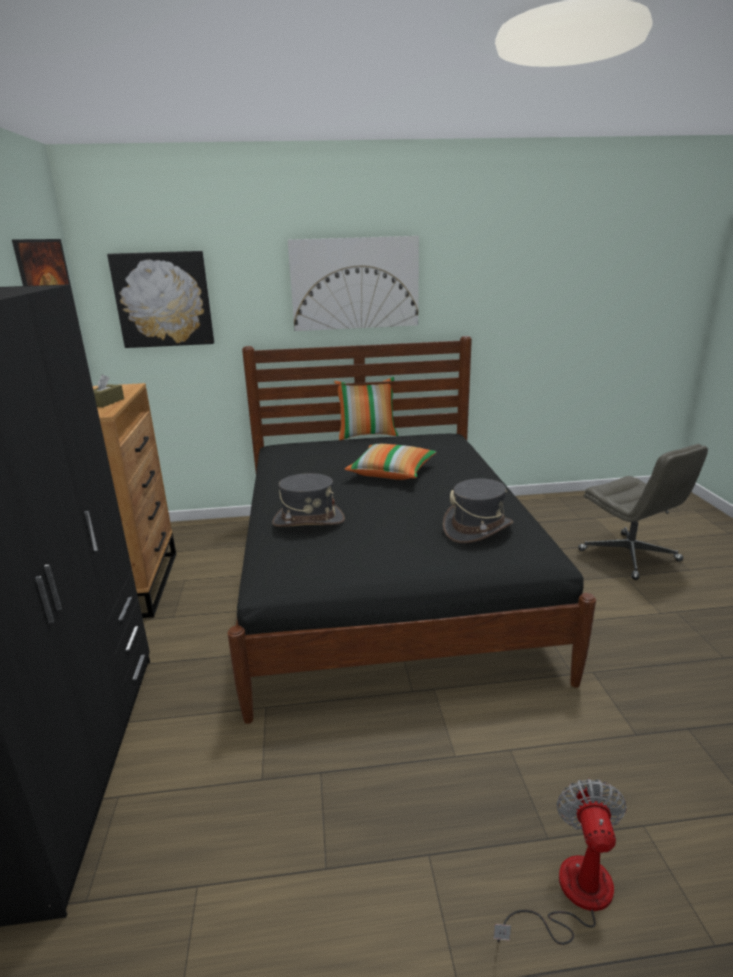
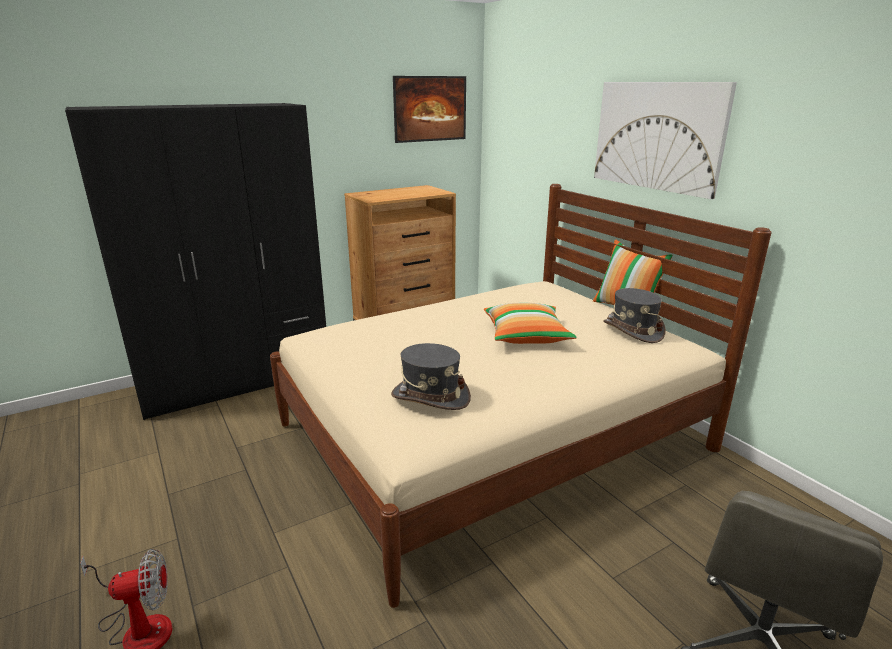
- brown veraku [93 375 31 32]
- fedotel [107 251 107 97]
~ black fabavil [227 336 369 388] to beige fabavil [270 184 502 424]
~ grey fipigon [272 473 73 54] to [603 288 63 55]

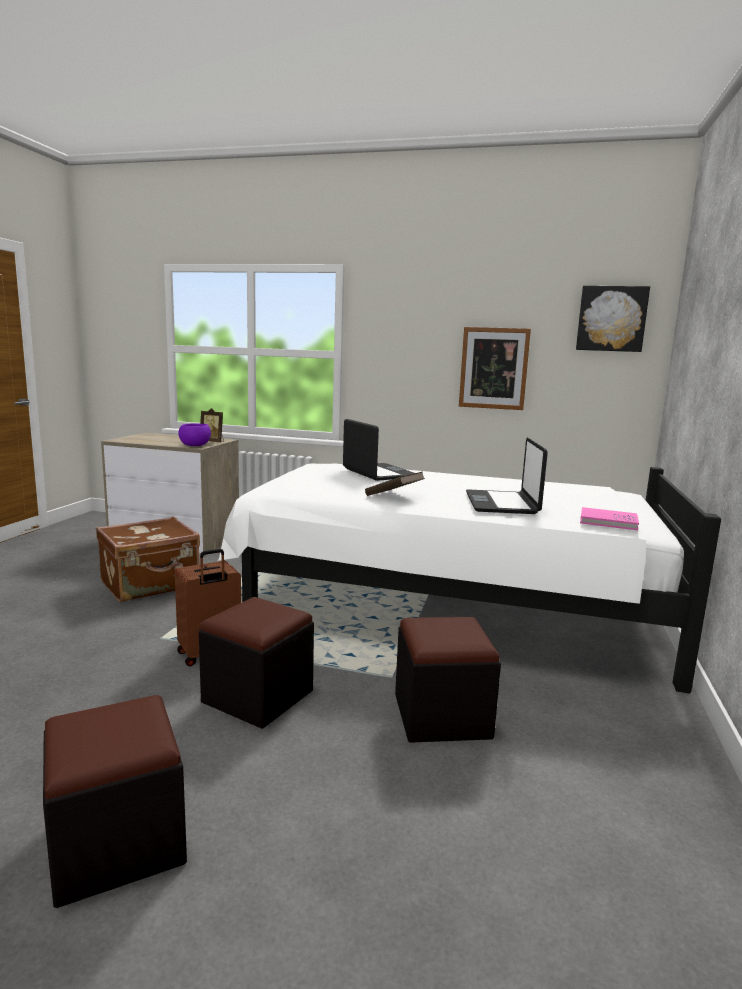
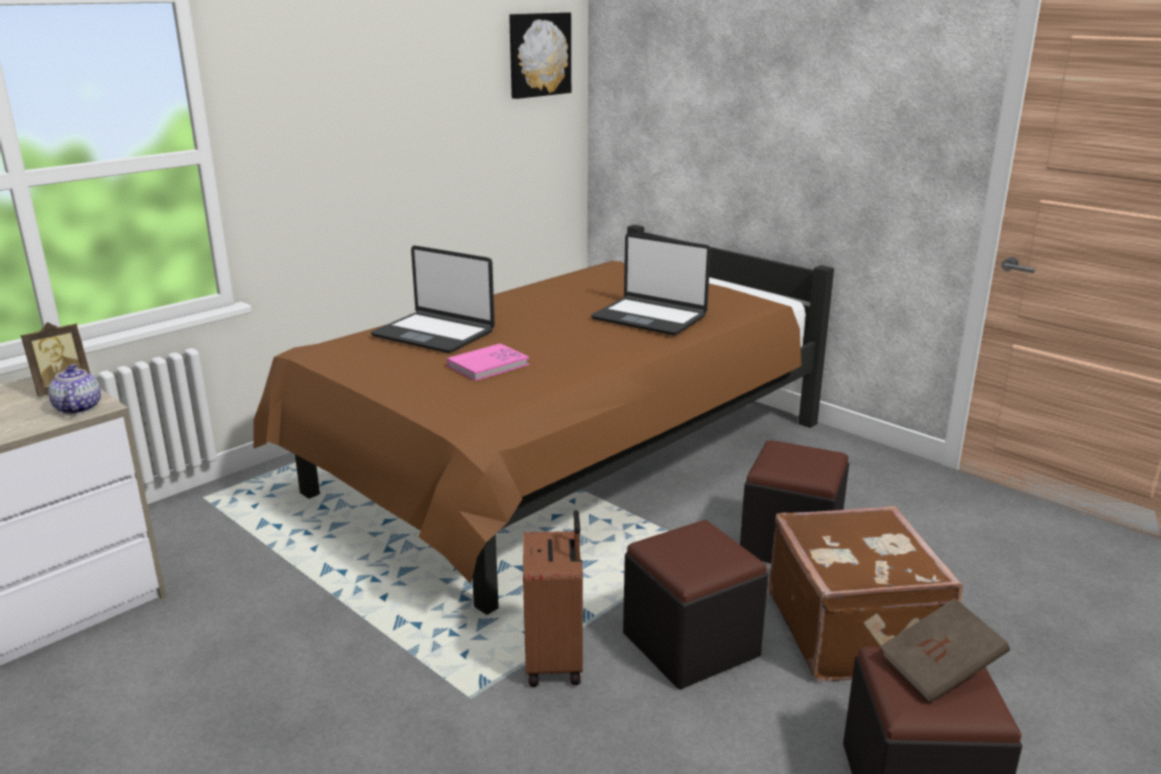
~ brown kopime [96 517 104 85] to [768 506 195 175]
~ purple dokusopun [178 424 33 22] to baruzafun [48 364 53 50]
~ white fabavil [217 463 504 230] to brown fabavil [253 225 581 390]
~ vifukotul [343 419 71 62] = [371 245 124 108] 150 degrees counterclockwise
~ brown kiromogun [365 472 60 24] to [880 598 130 105]
- fedotel [459 327 72 83]
~ pink kiromogun [580 507 59 23] to [447 343 82 38]

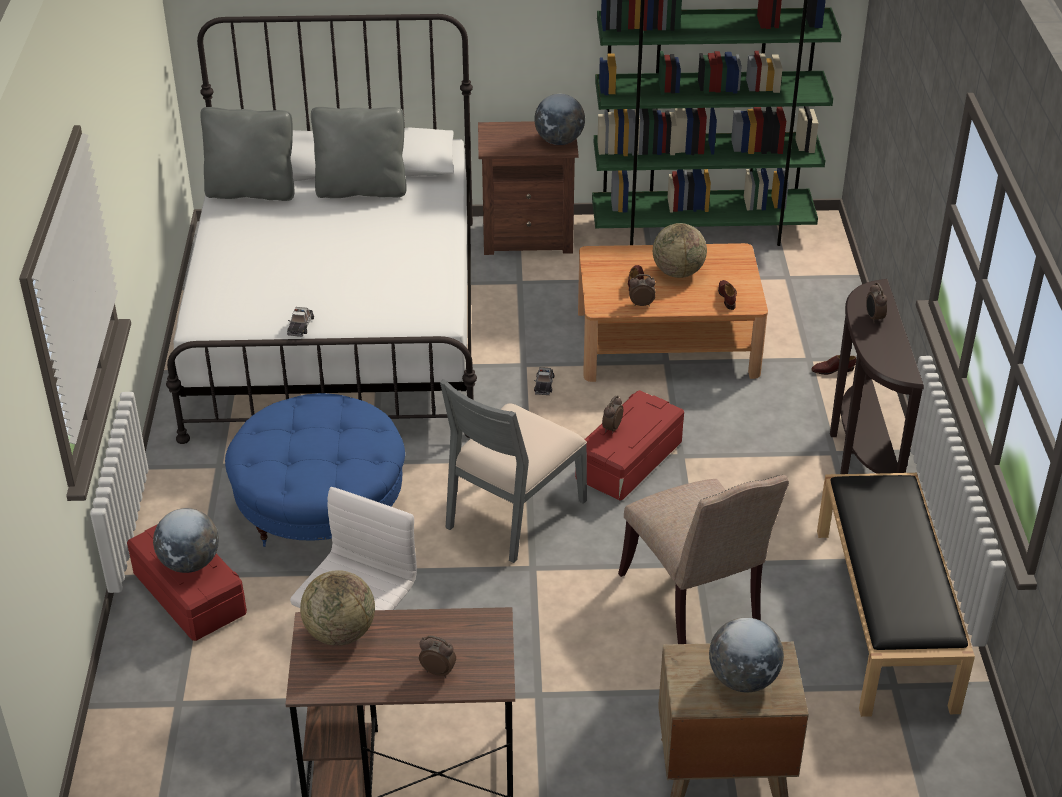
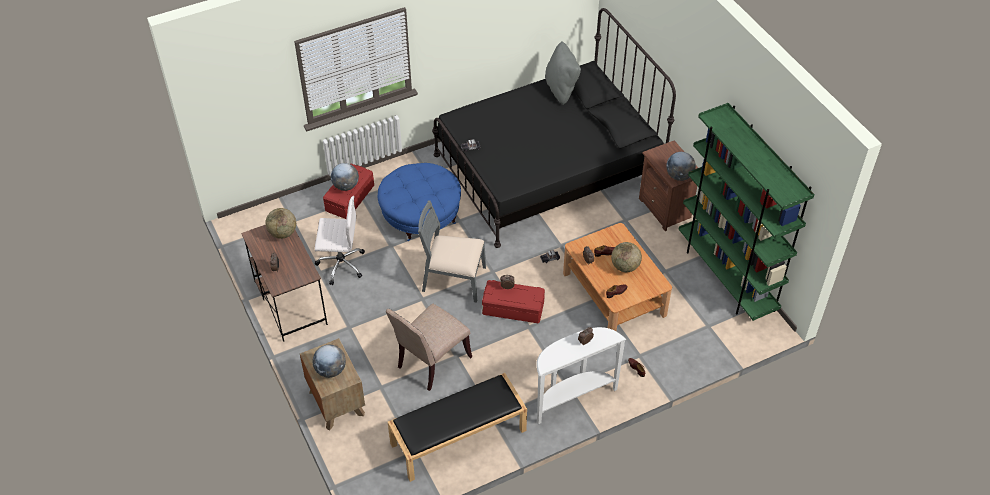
~ white fabavil [166 14 311 430] to black fabavil [432 8 244 240]
- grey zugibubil [311 107 96 91]
~ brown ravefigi [830 279 94 195] to white ravefigi [536 327 91 97]

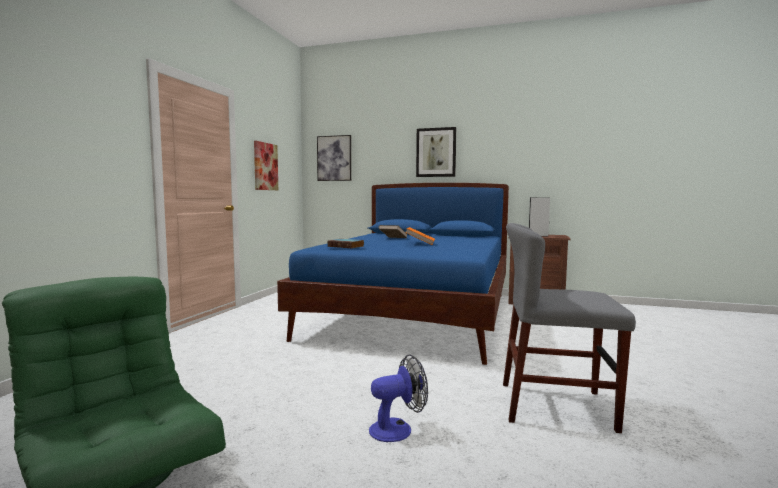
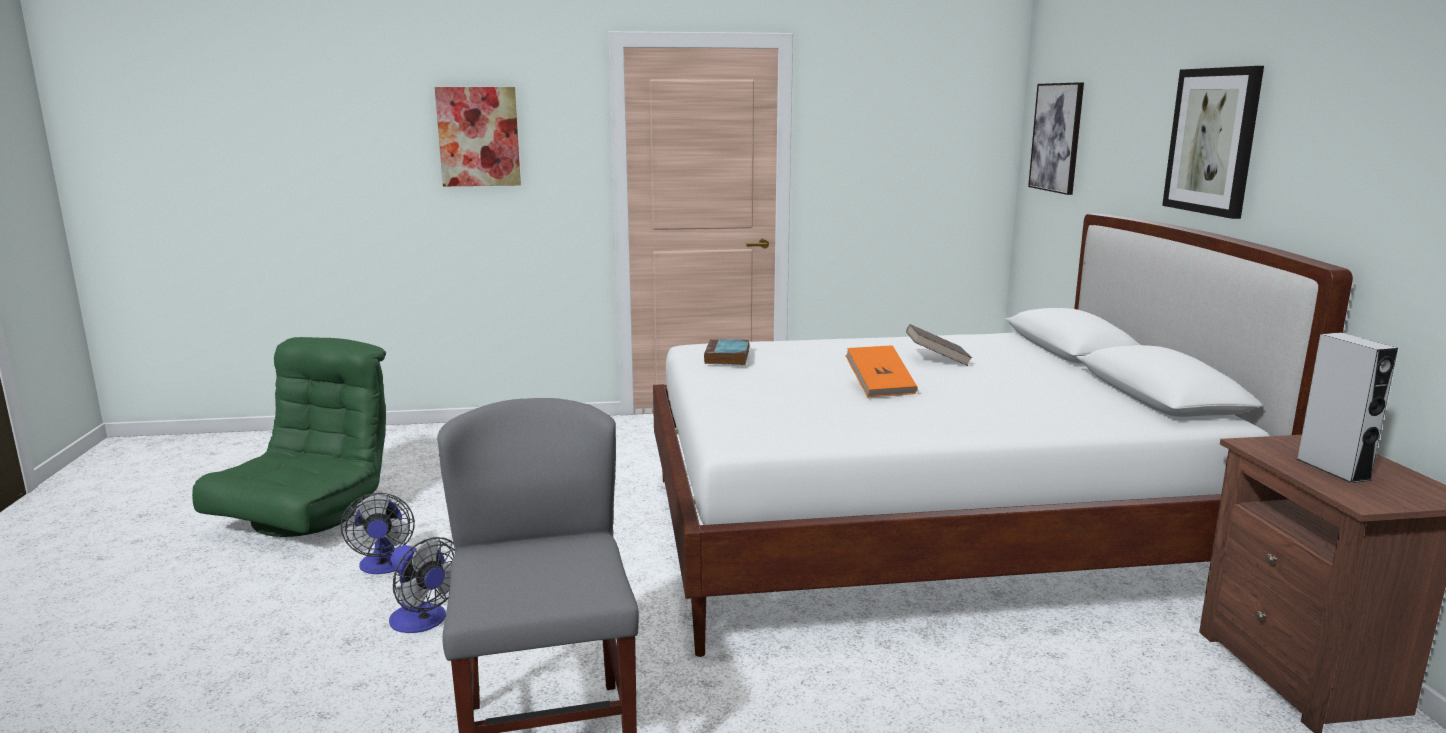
~ fedotel [254 141 24 49] to [435 87 86 99]
~ blue fabavil [277 183 232 182] to white fabavil [653 214 700 443]
+ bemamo [341 493 74 81]

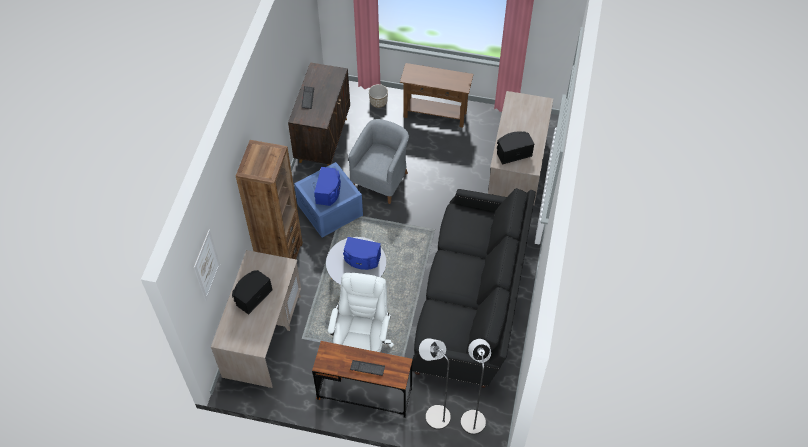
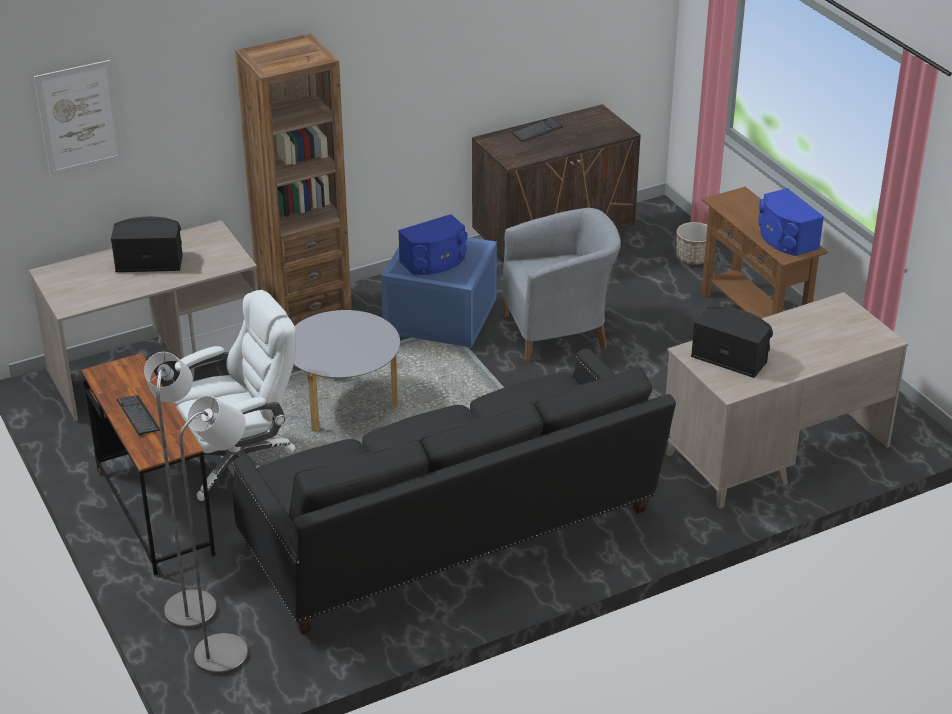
~ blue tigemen [343 237 38 33] to [758 188 66 68]

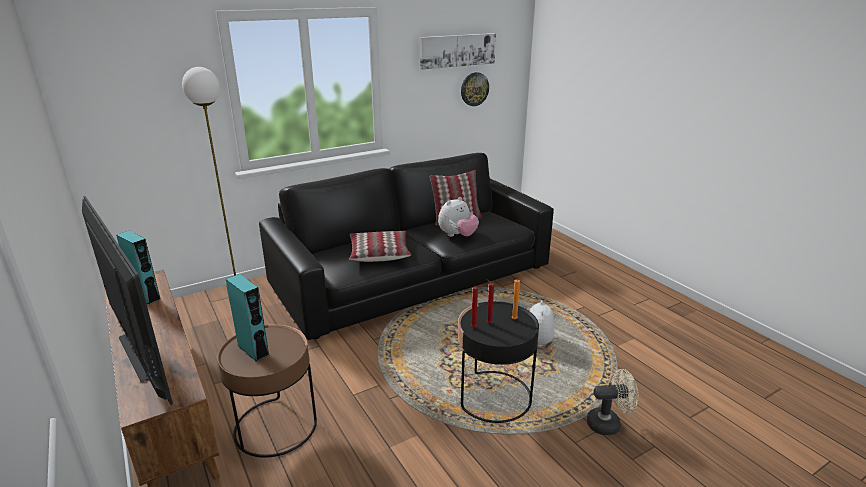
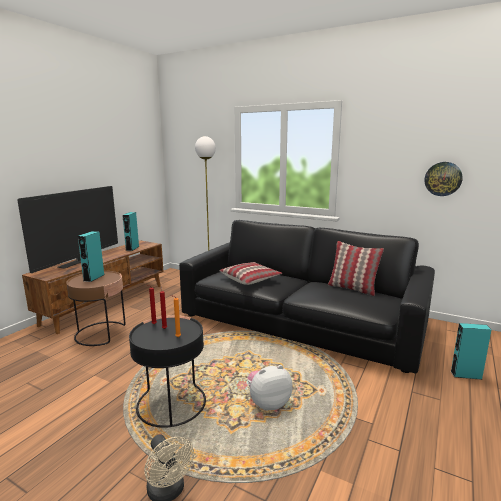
- fedotel [420 33 76 37]
- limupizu [438 197 41 40]
+ turquoise tigemen [450 323 41 57]

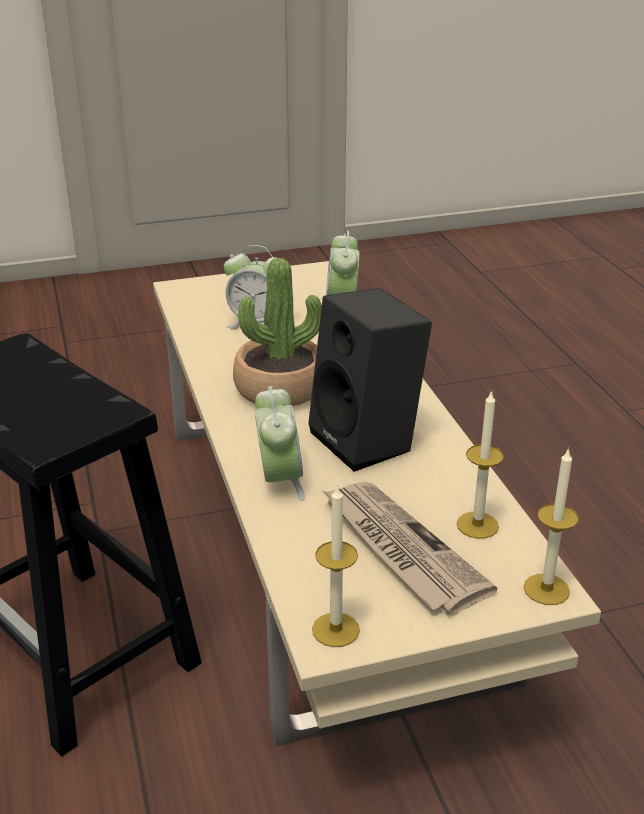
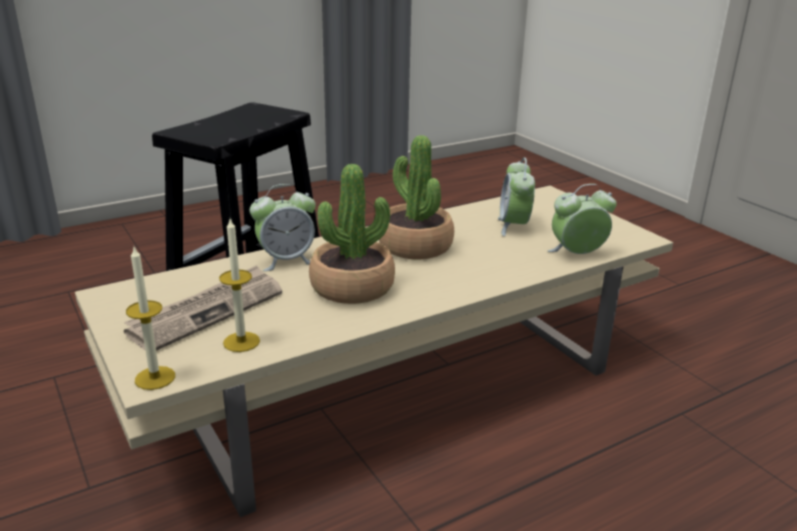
~ black tigemen [308 288 124 184] to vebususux [309 164 86 140]
- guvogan [312 484 48 163]

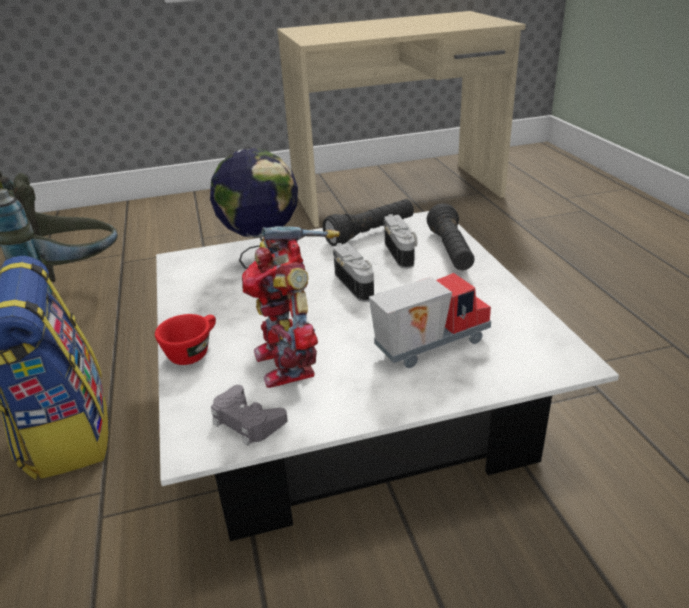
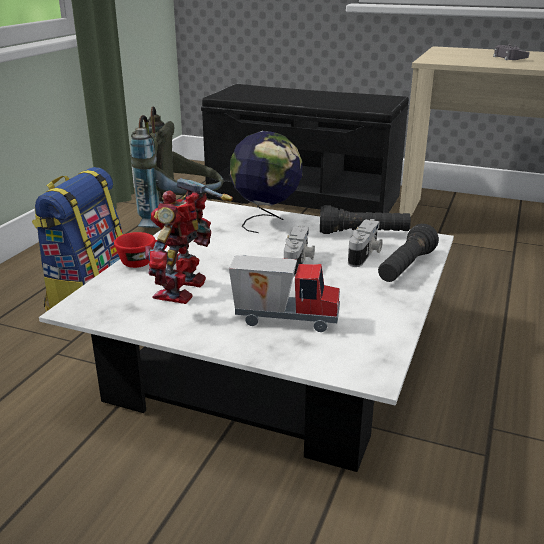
~ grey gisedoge [211 385 77 61] to [493 44 37 16]
+ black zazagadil [201 84 208 129]

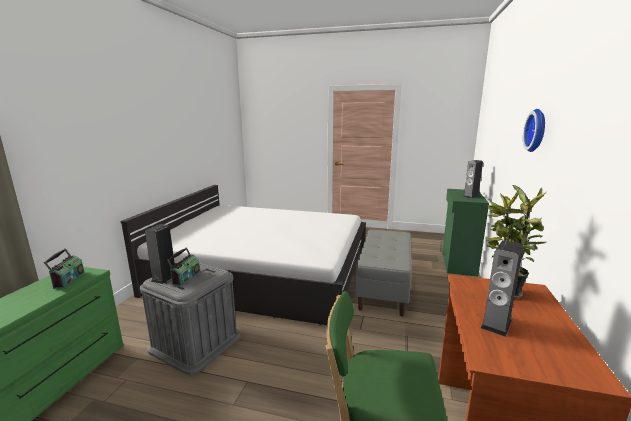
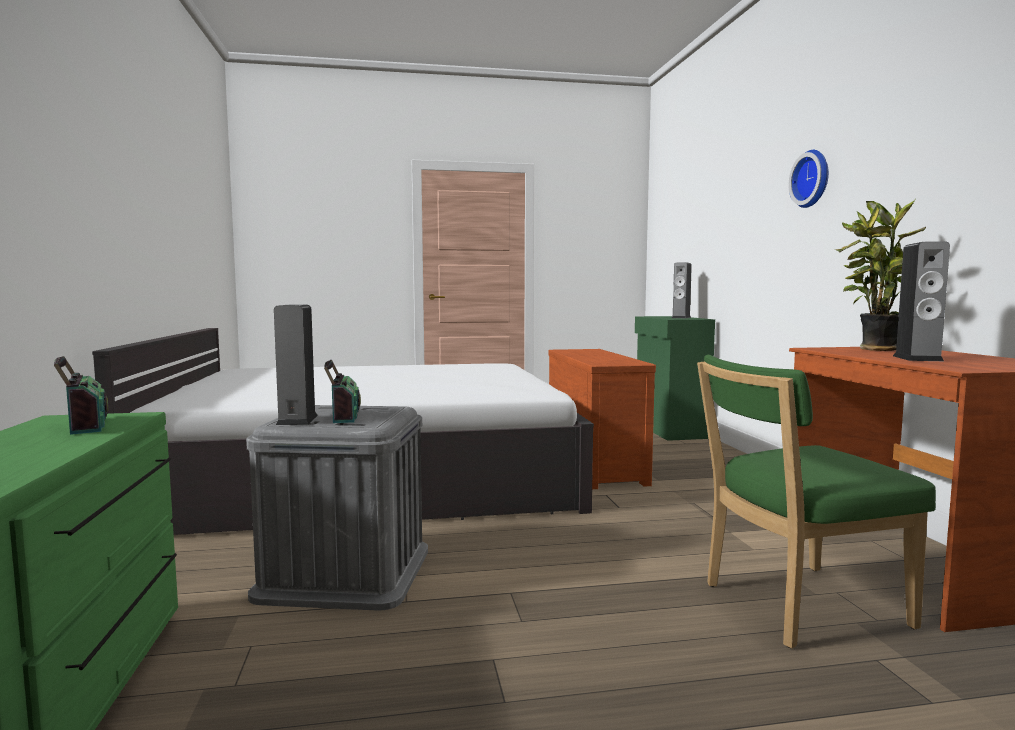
~ grey zazagadil [355 229 57 88] to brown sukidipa [549 349 107 140]

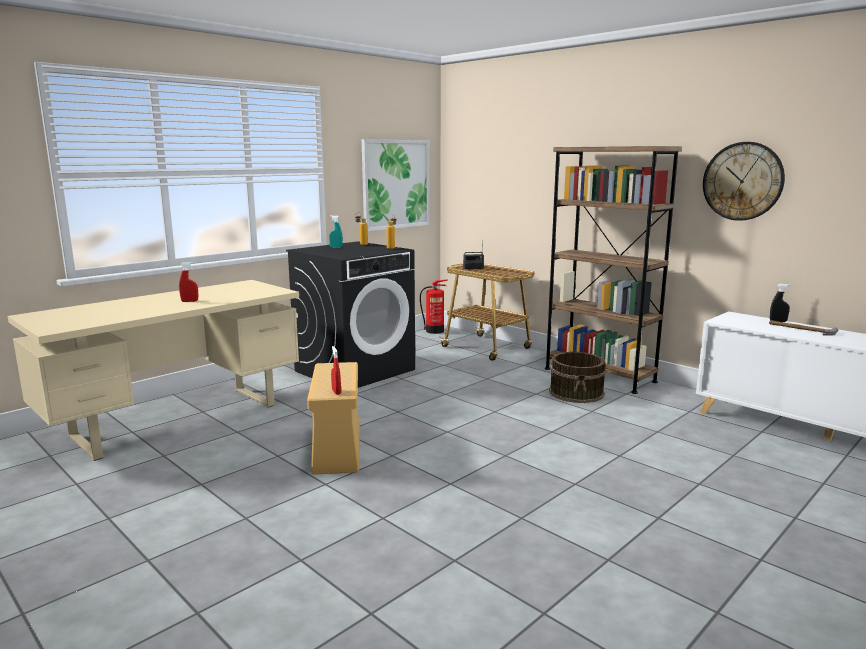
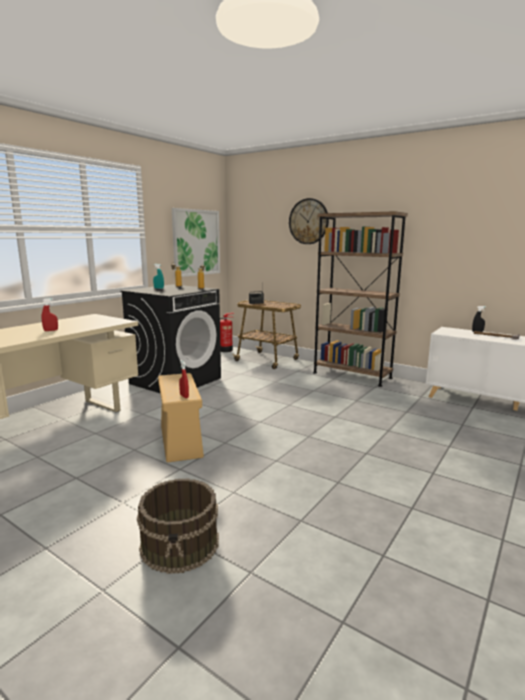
~ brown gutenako [549 352 57 51] to [137 479 82 95]
~ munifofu [703 142 82 79] to [289 198 40 46]

